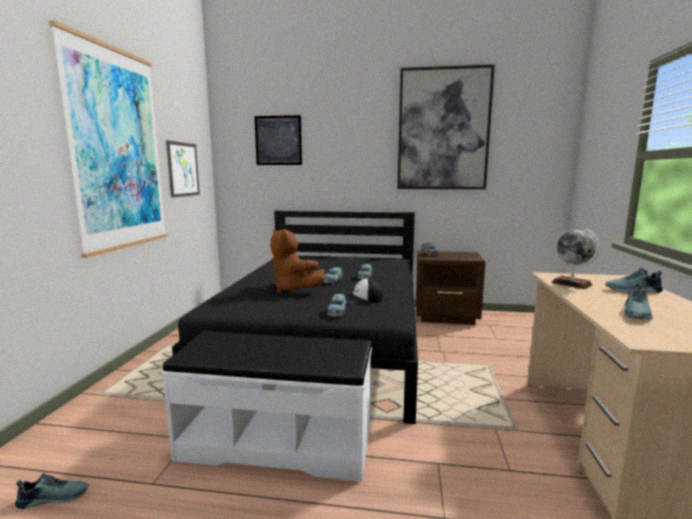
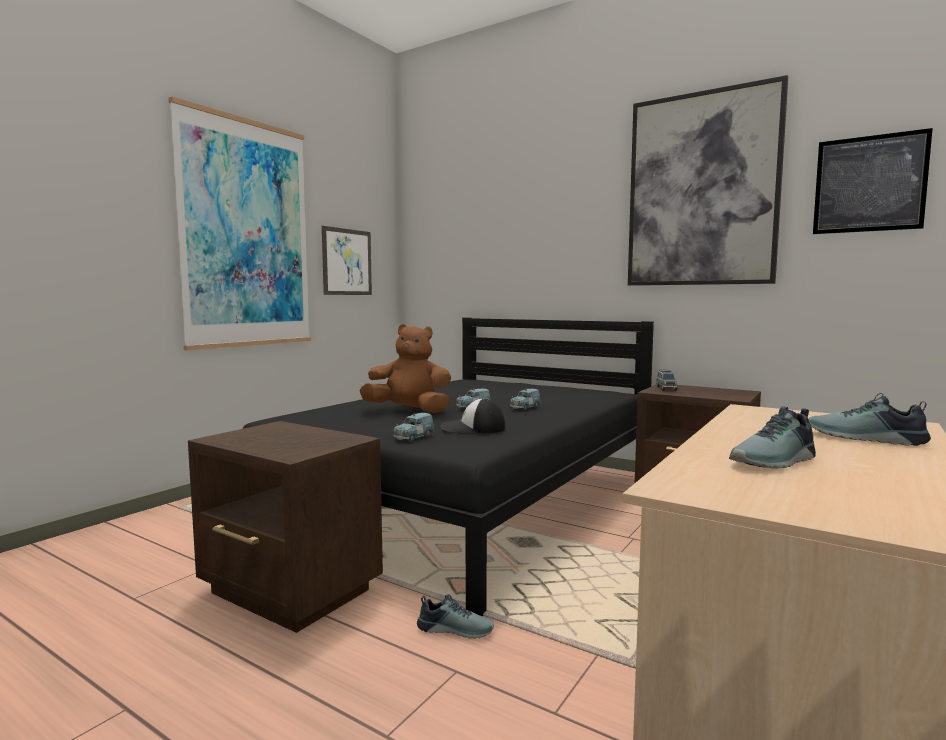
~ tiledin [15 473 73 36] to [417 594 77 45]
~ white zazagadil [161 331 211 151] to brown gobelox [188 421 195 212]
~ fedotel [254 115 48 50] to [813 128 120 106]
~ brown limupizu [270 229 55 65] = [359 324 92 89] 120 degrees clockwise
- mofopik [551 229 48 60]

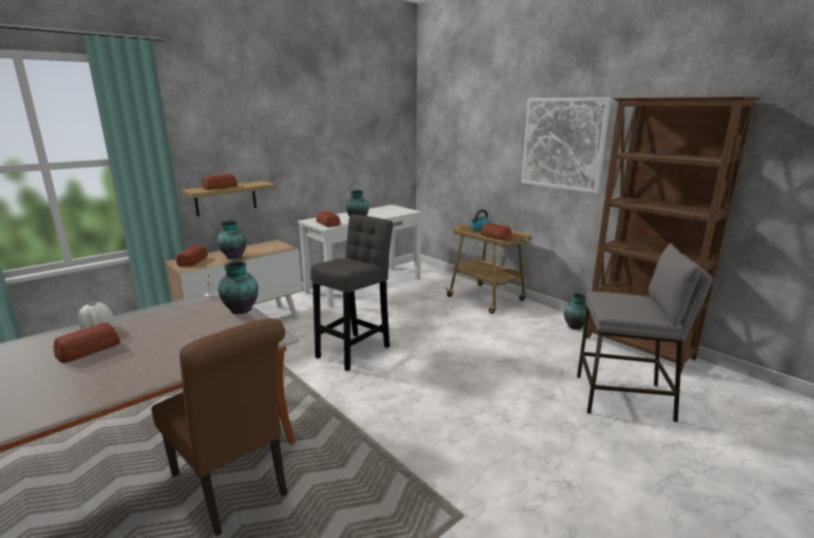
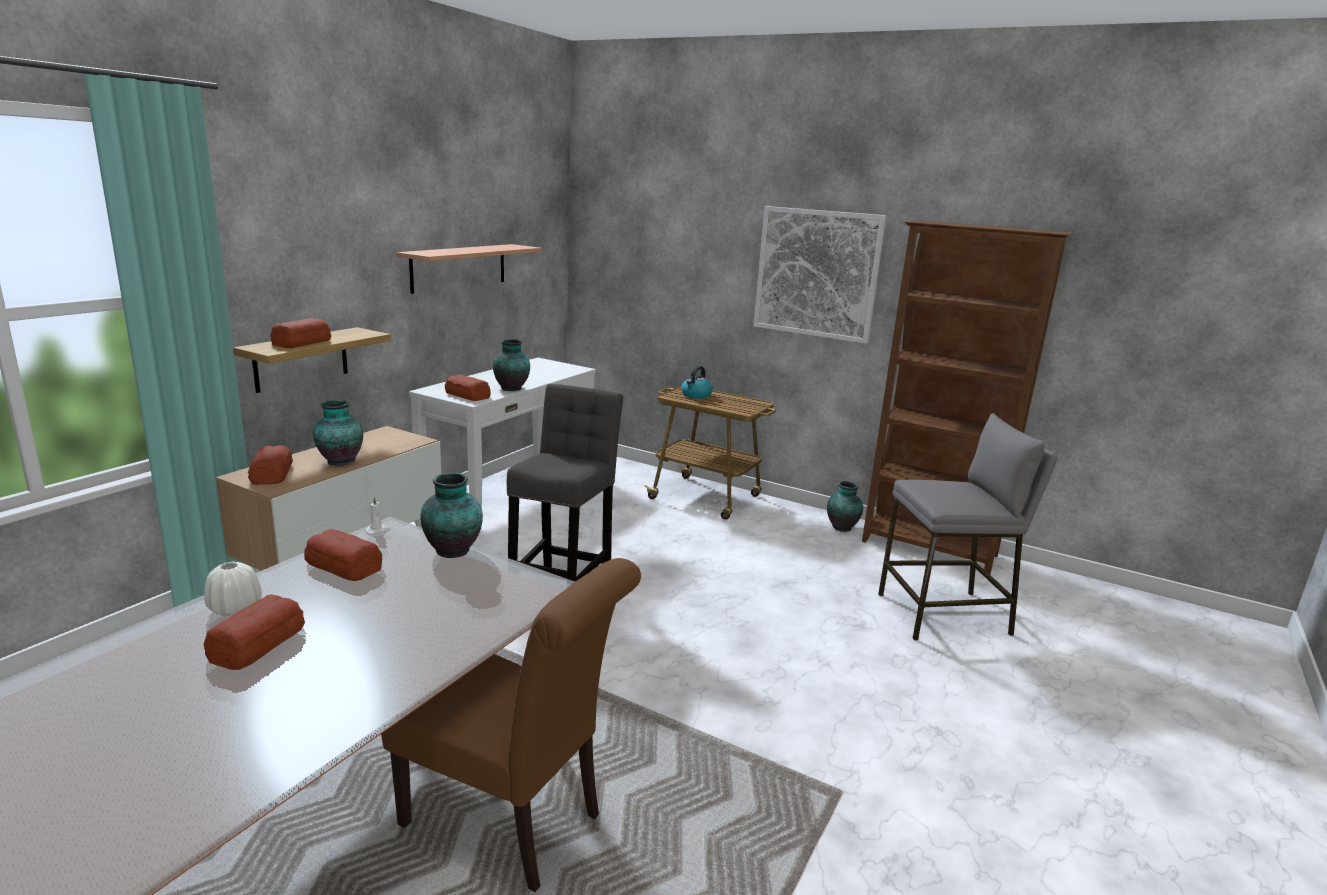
~ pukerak [482 223 30 17] to [304 529 78 52]
+ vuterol [397 244 145 50]

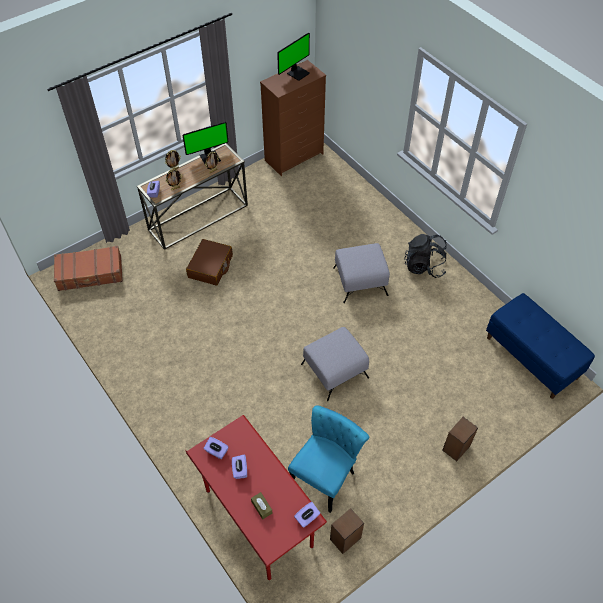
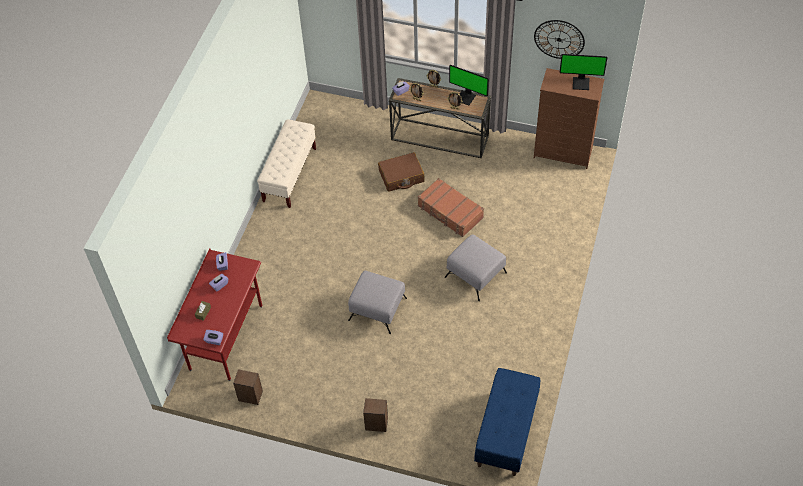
~ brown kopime [54 246 69 45] to [418 178 66 59]
- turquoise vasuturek [288 405 82 108]
- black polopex [404 234 43 44]
+ beige zazagadil [257 119 59 89]
+ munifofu [534 20 51 39]

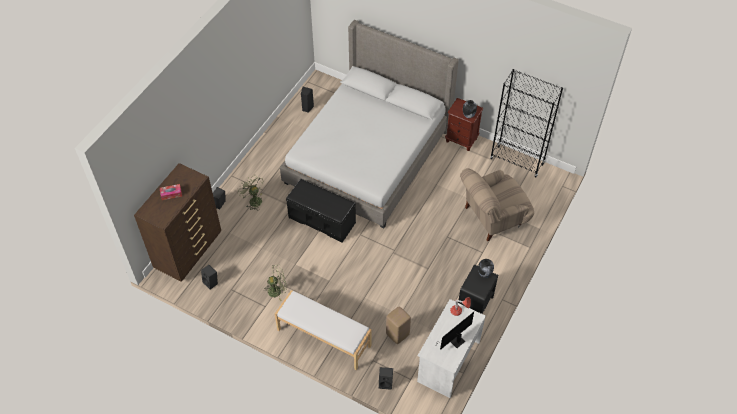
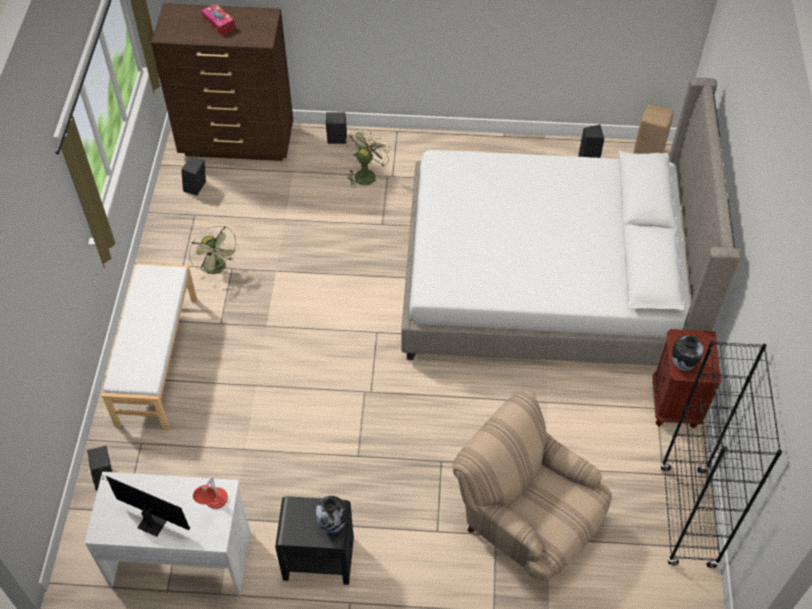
- black zazagadil [286 179 70 64]
~ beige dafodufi [386 306 25 38] to [633 104 41 50]

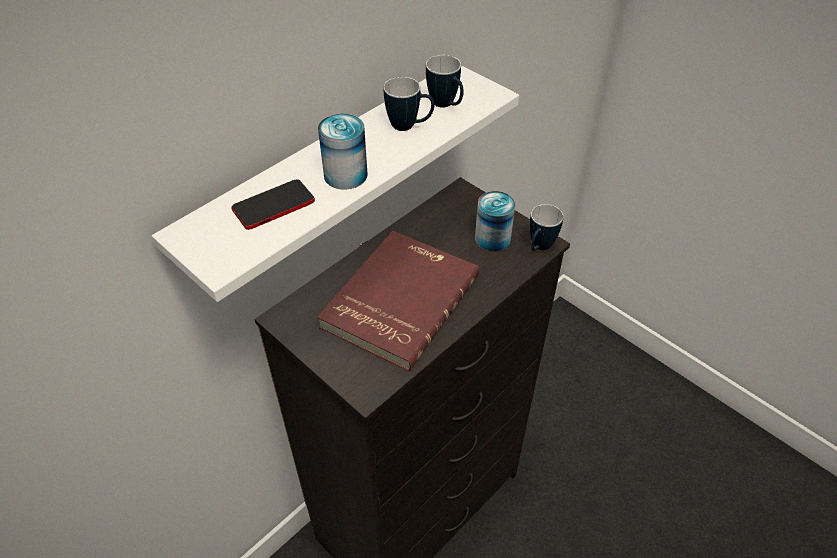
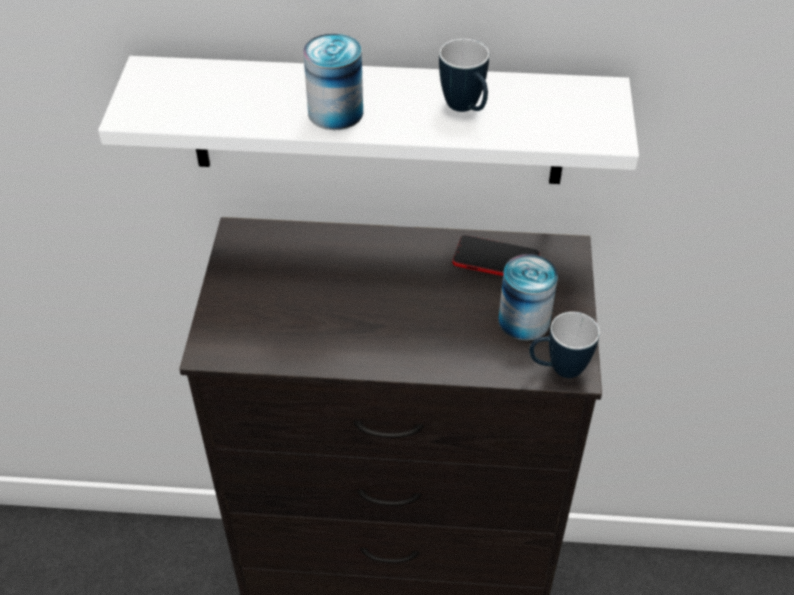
~ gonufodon [231 179 84 51] to [452 235 88 41]
- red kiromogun [317 231 163 140]
- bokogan [426 55 38 53]

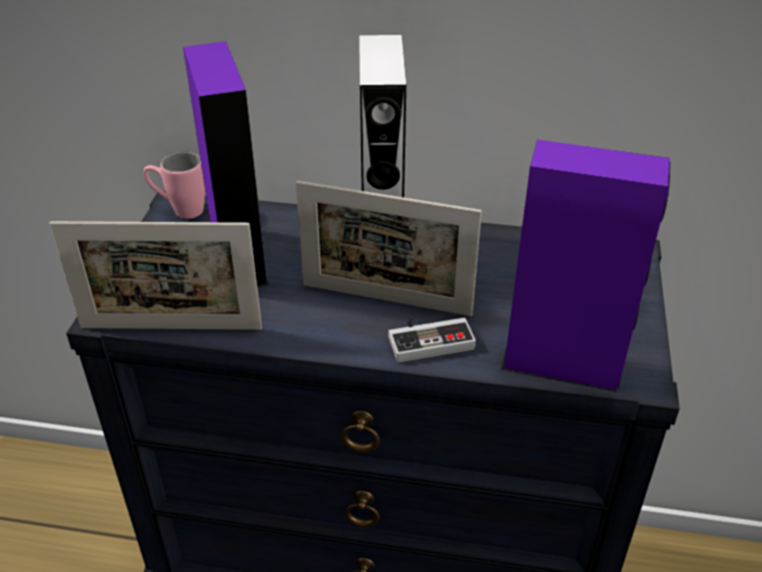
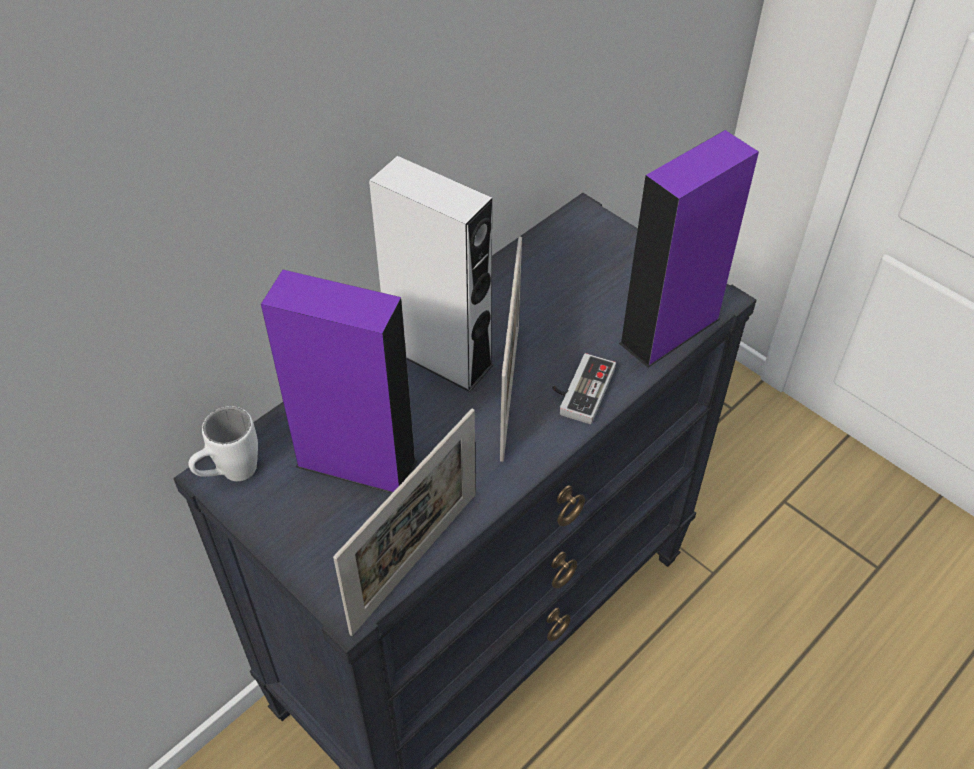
~ pink bokogan [143 151 62 68] to white bokogan [188 406 70 75]
~ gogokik [296 181 186 135] = [500 237 22 225] 45 degrees counterclockwise

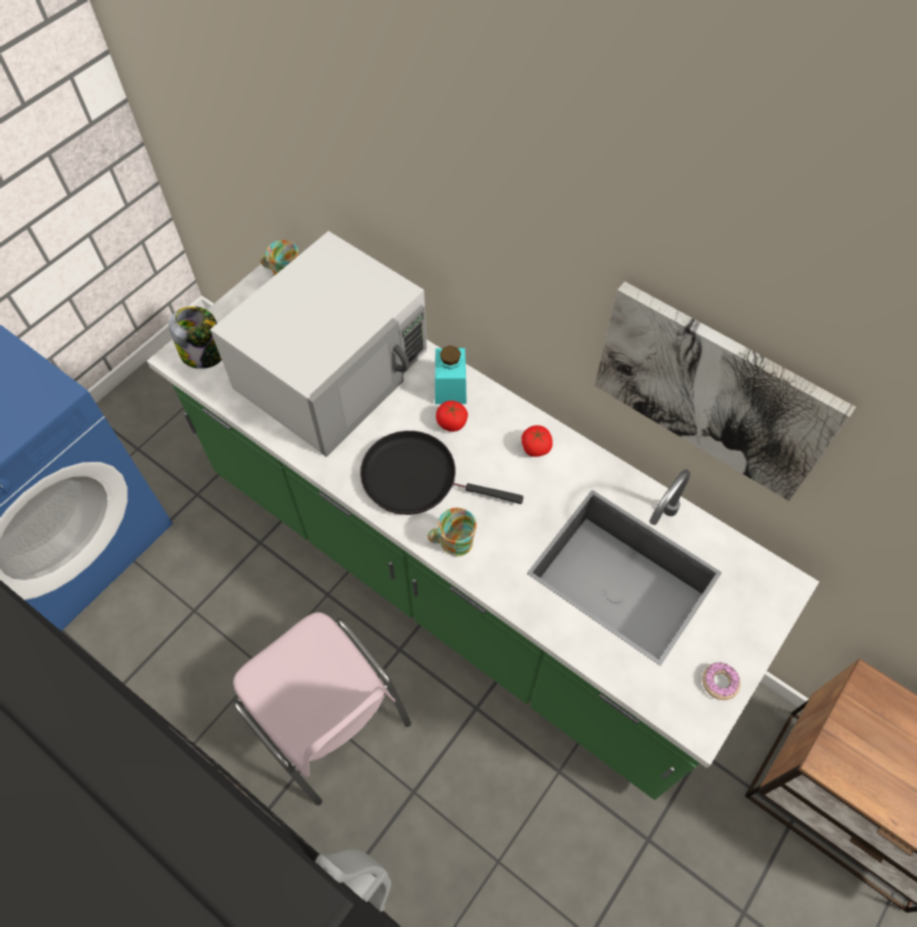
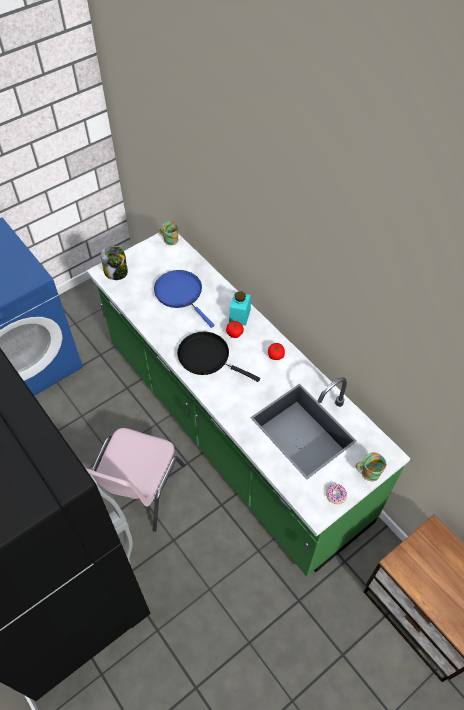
~ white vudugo [210 231 217 226] to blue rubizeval [154 270 61 58]
~ pink vasuturek [233 612 178 194] = [85 428 100 103] 45 degrees clockwise
~ bokogan [428 508 49 48] to [355 453 31 28]
- fedotel [594 282 262 219]

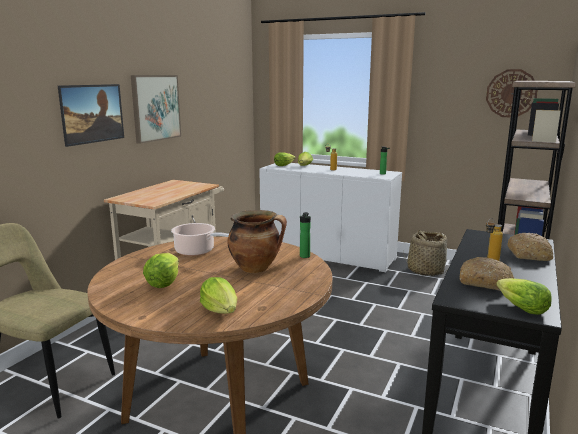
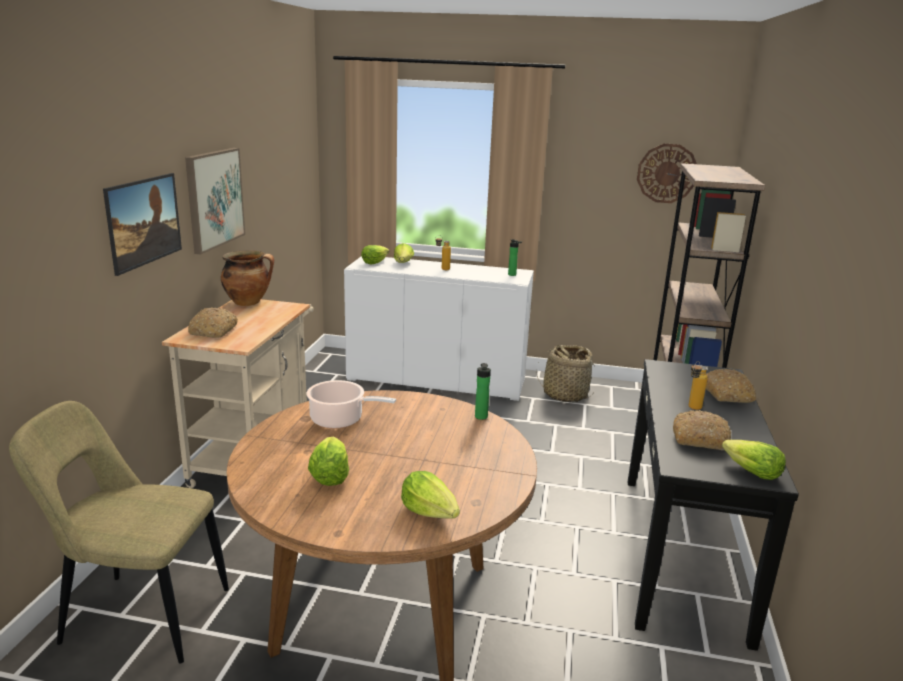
~ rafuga [227 210 60 63] to [221 250 53 56]
+ pukerak [188 307 50 31]

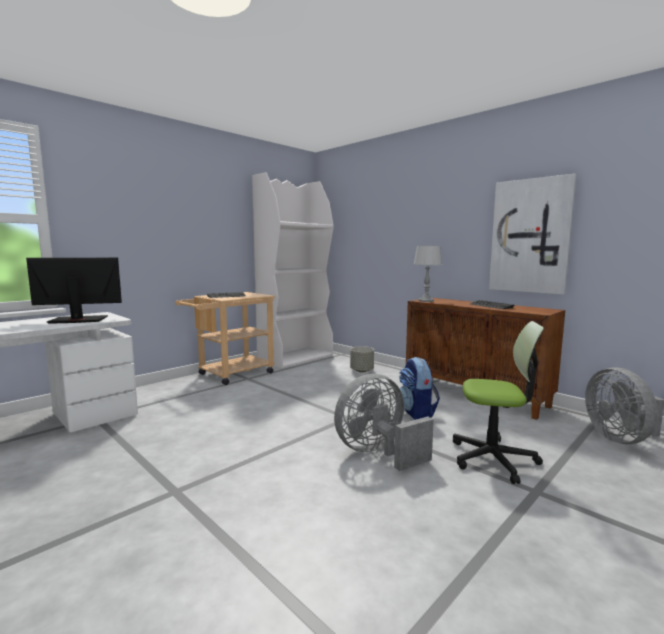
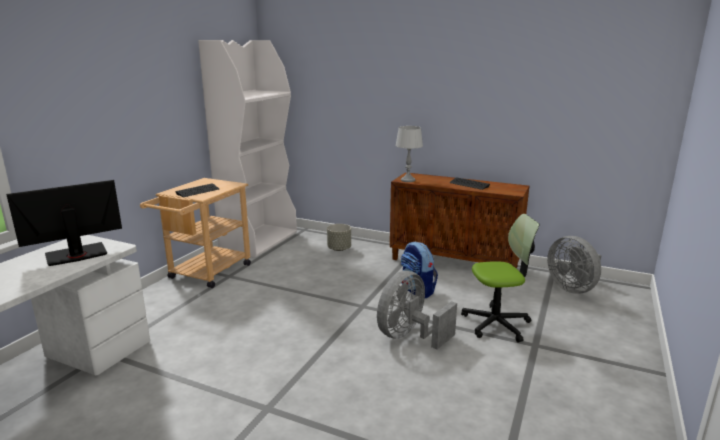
- fedotel [489 173 88 122]

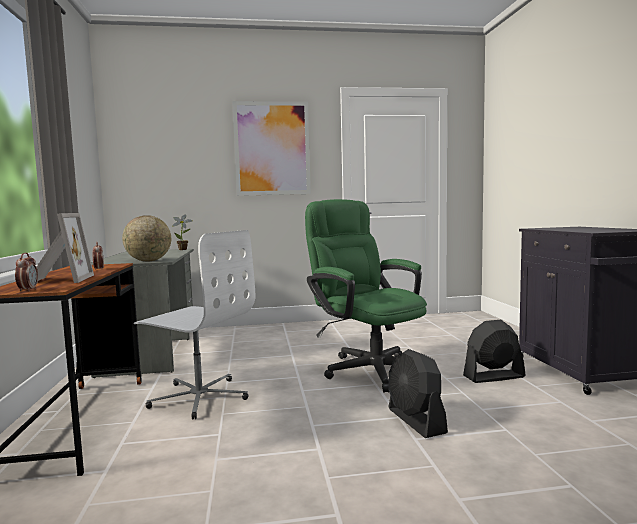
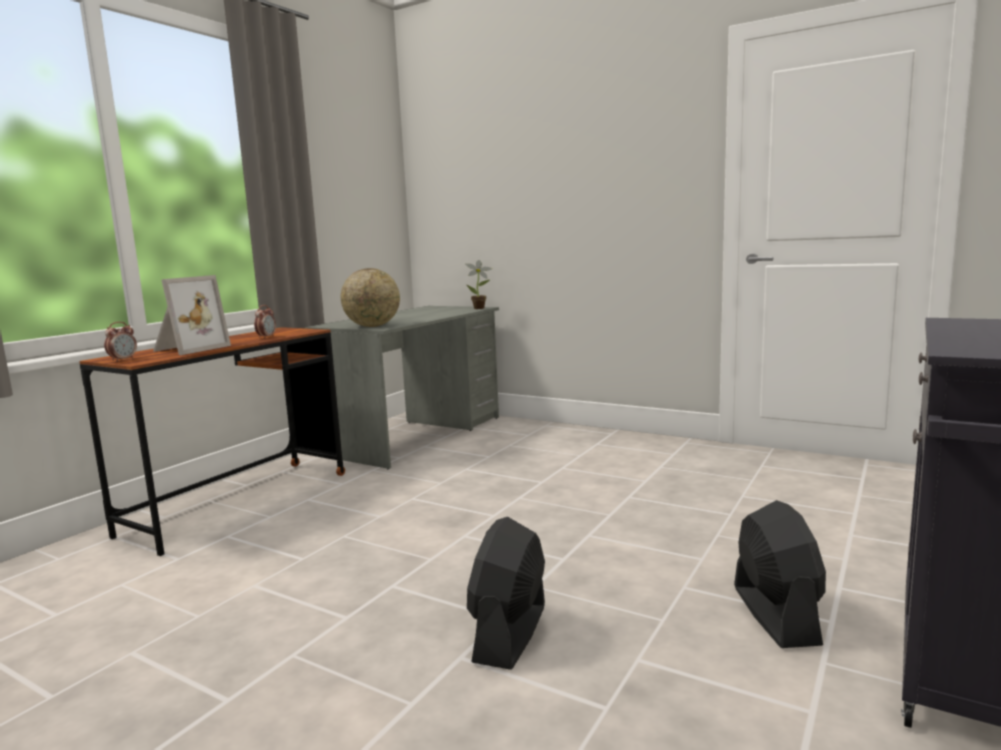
- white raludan [134 230 121 189]
- fedotel [232 101 79 95]
- green raludan [305 199 122 194]
~ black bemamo [463 320 63 63] = [734 500 92 148] 60 degrees clockwise

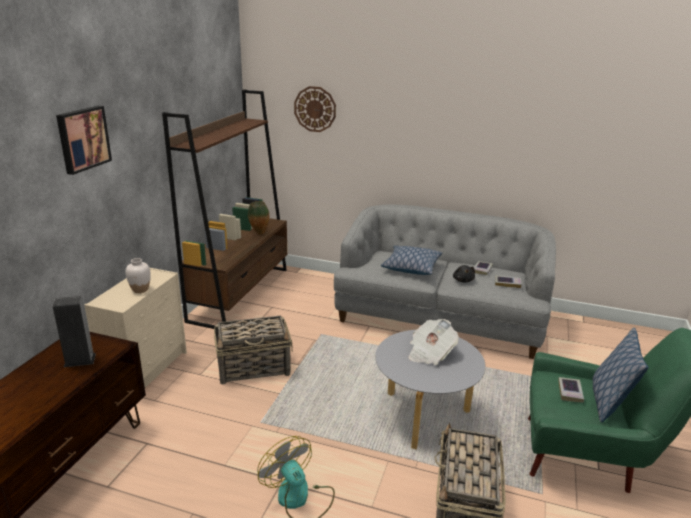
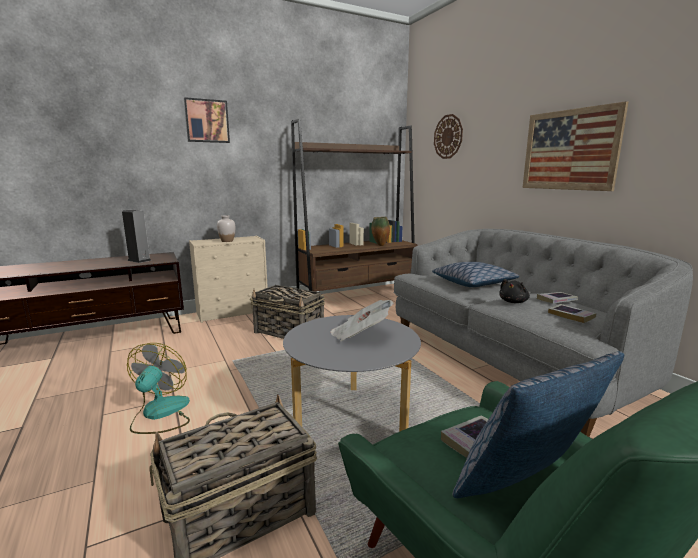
+ fedotel [523 101 105 90]

